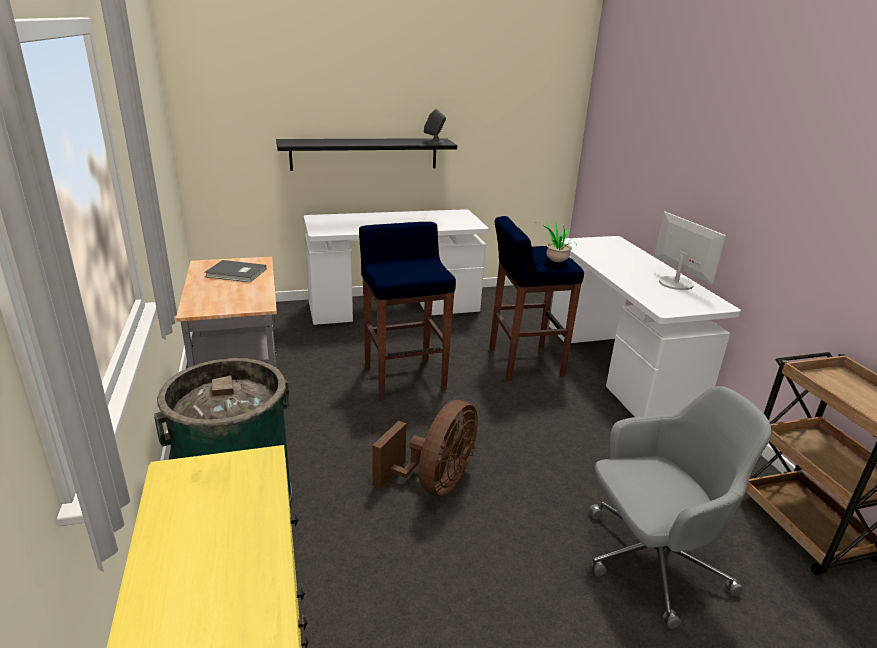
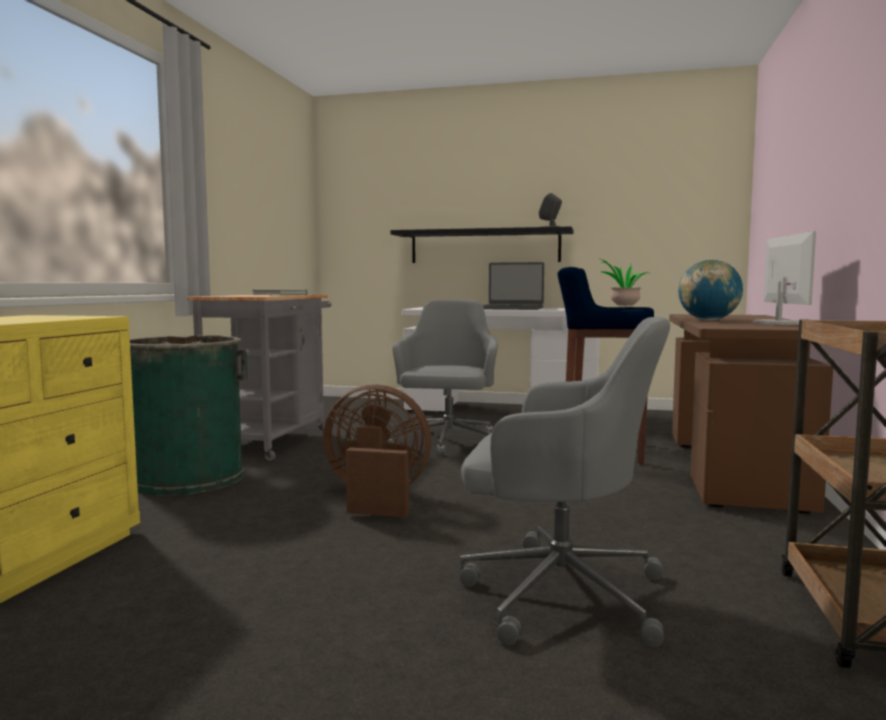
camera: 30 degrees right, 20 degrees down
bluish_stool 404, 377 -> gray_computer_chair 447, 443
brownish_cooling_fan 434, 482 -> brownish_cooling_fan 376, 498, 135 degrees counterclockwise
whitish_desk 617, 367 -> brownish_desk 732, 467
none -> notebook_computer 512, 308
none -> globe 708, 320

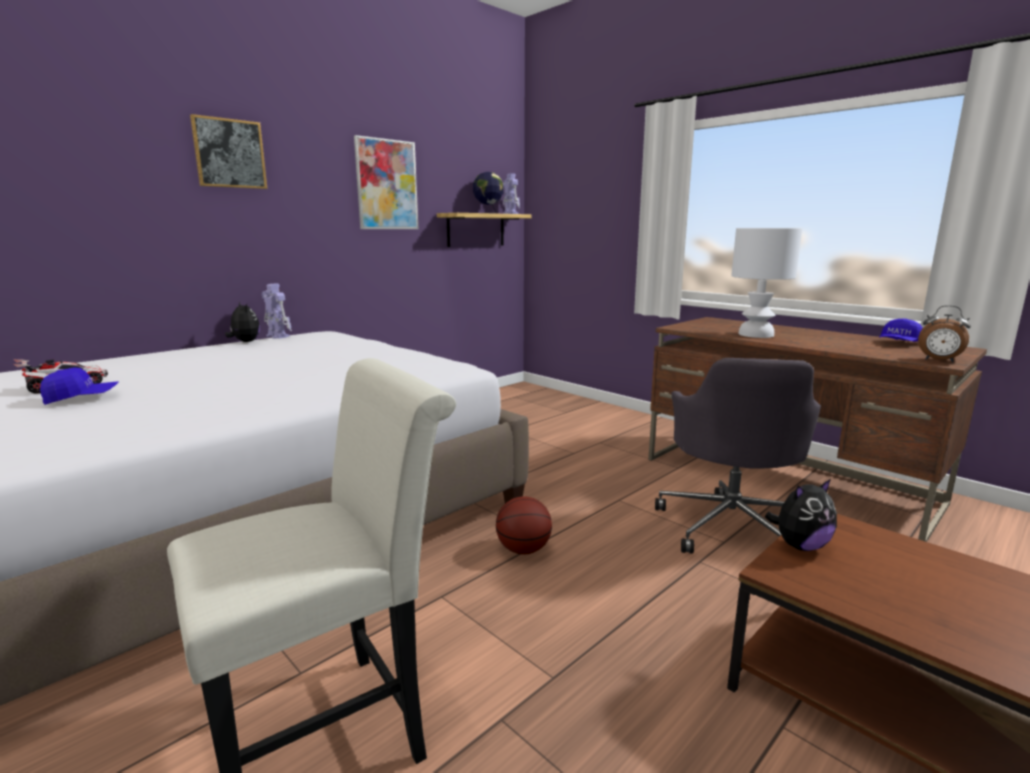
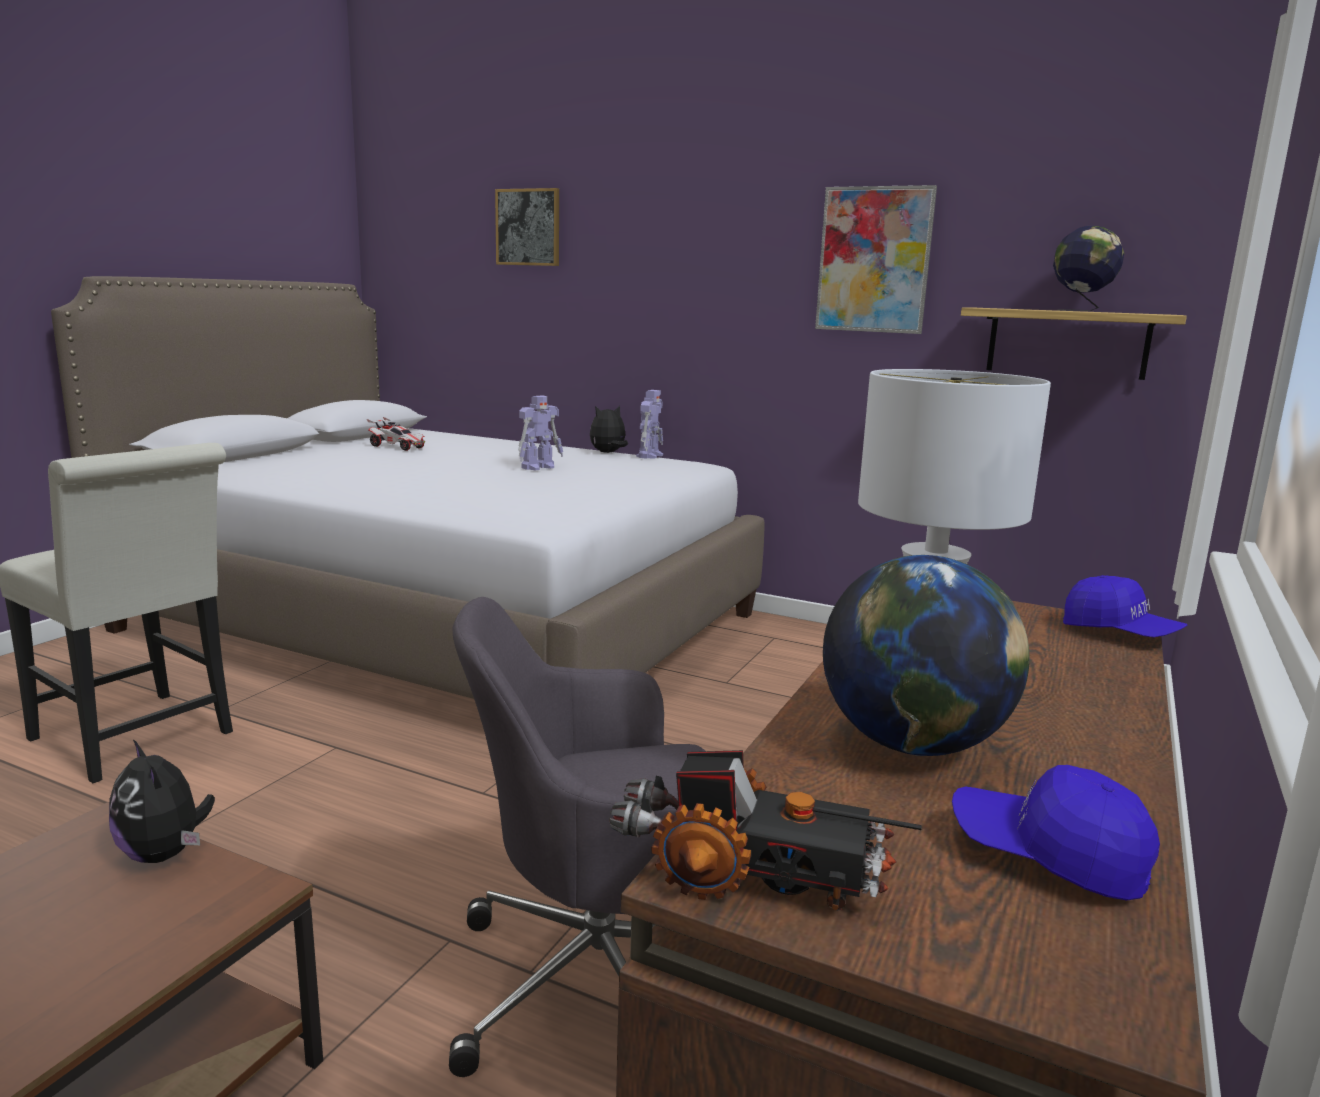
camera: 70 degrees right, 0 degrees up
bluish_baseball_cap 82, 399 -> bluish_baseball_cap 1119, 633, moved
wall_art 229, 153 -> wall_art 528, 227, moved
plush_toy 245, 342 -> plush_toy 608, 453, 150 degrees counterclockwise
basketball 523, 550 -> none
toy_robot 510, 214 -> toy_robot 539, 467, moved
alarm_clock 939, 360 -> model_truck 751, 875
none -> globe 913, 745

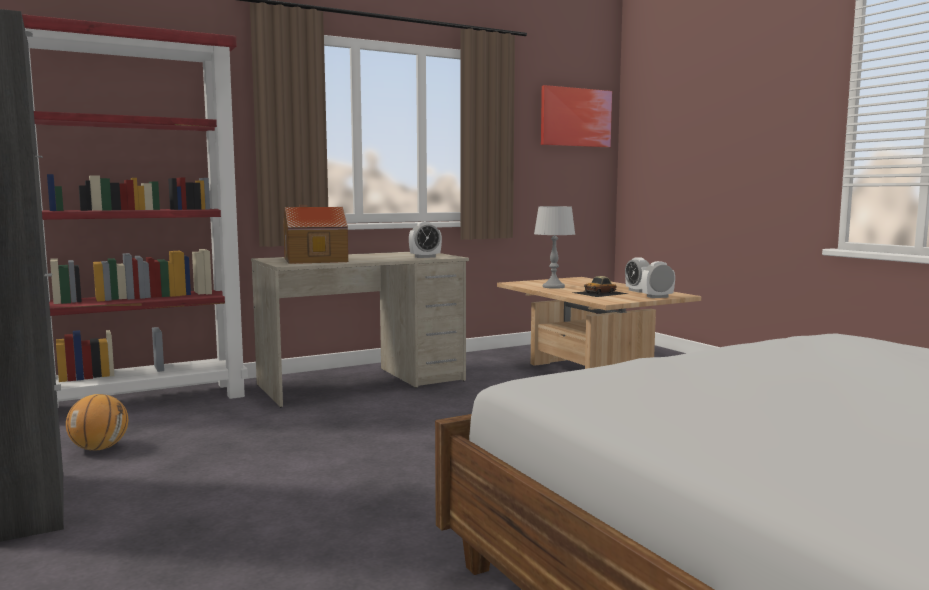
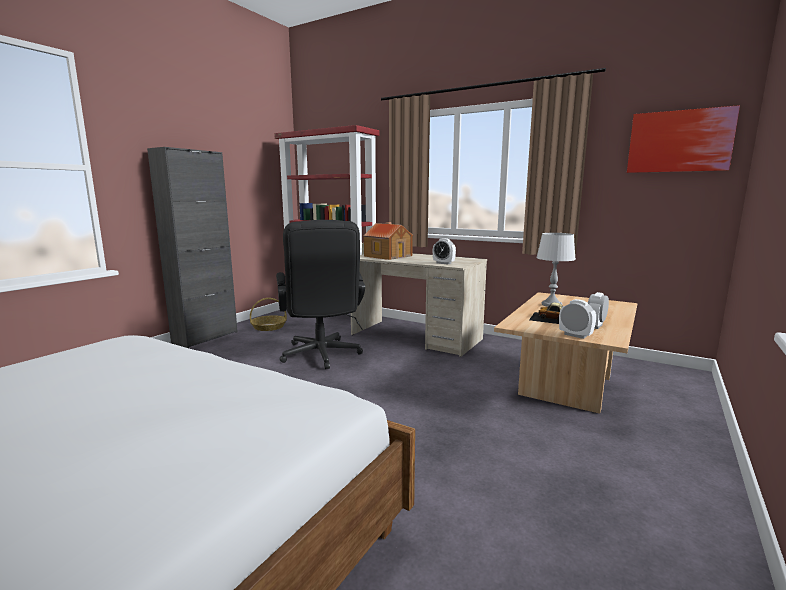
camera: 60 degrees right, 5 degrees up
basketball 99, 448 -> household_basket 269, 327
none -> black-coloured_computer_chair 321, 356

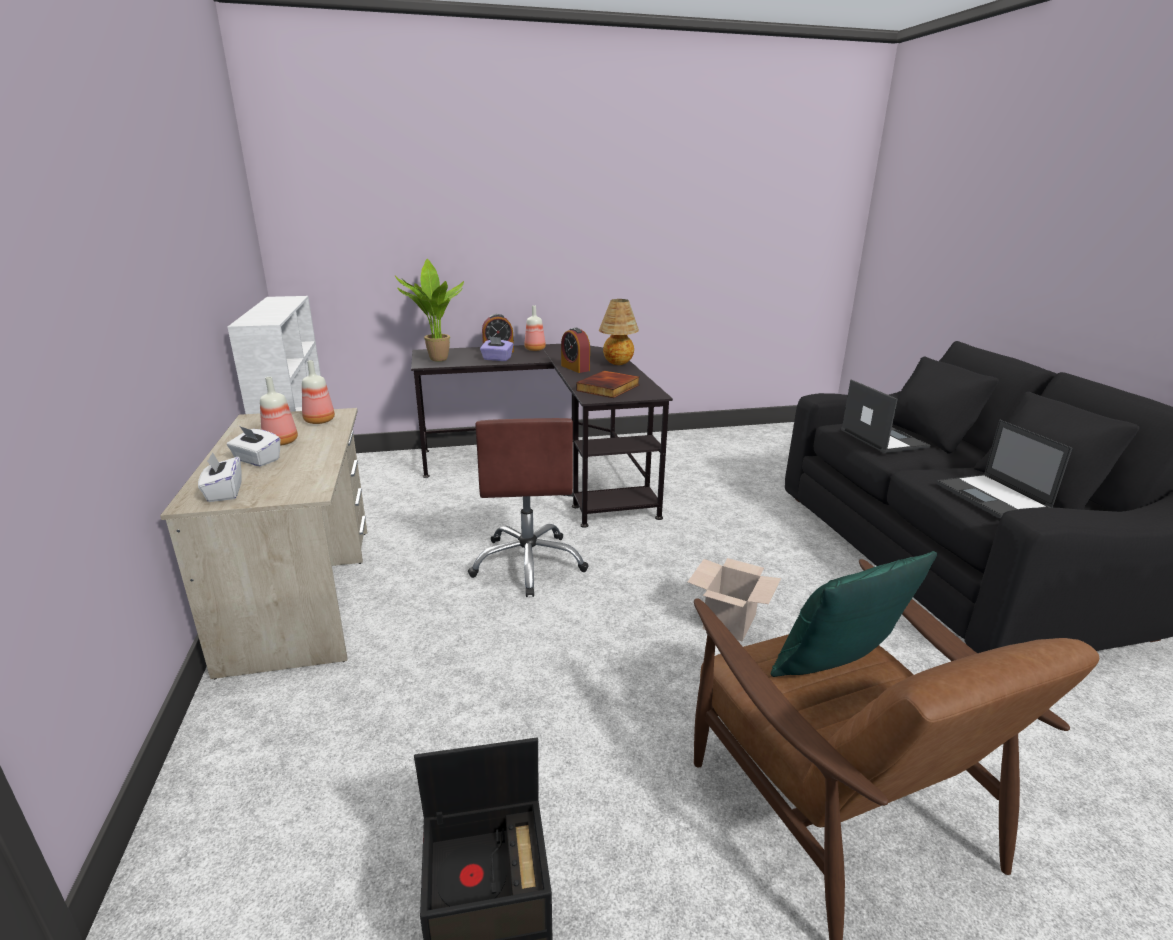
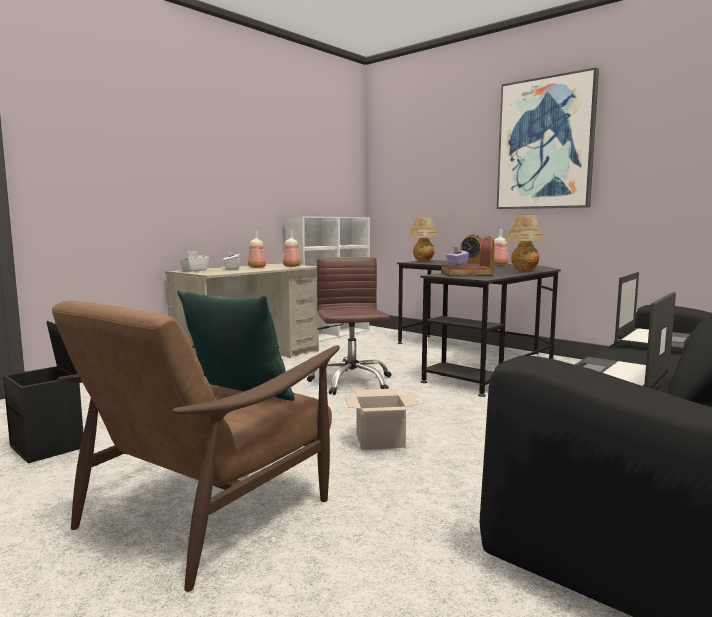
camera: 55 degrees right, 15 degrees down
plant_in_a_pot 435, 359 -> table_lamp 422, 262
brownish_computer_chair 529, 563 -> brownish_computer_chair 351, 382, 120 degrees clockwise
none -> wall_art 545, 144

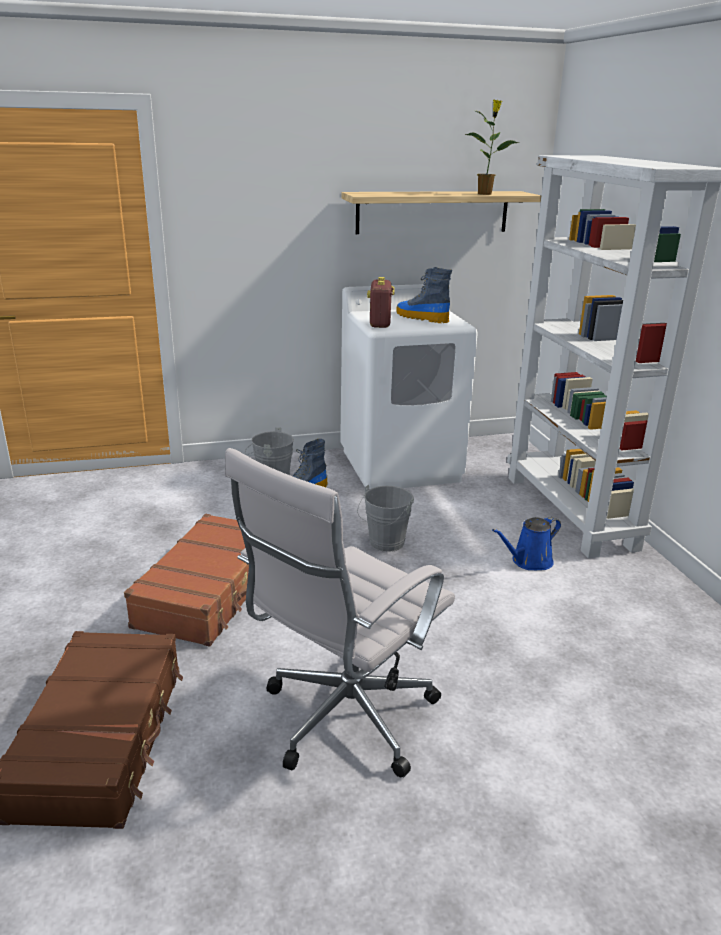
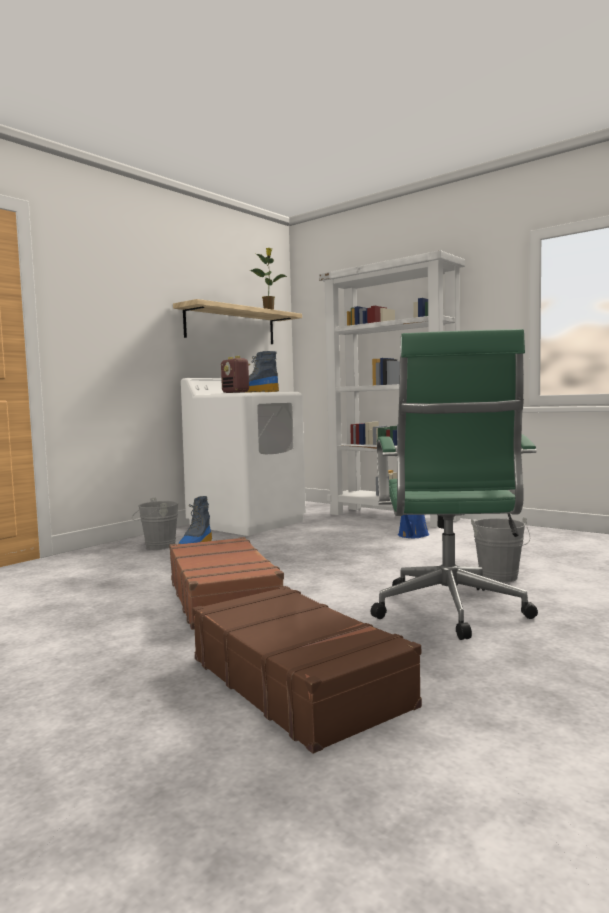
camera: 35 degrees left, 20 degrees down
whitish_computer_chair 343, 720 -> greenish_computer_chair 450, 612
gray_pail 384, 544 -> gray_pail 500, 578, moved

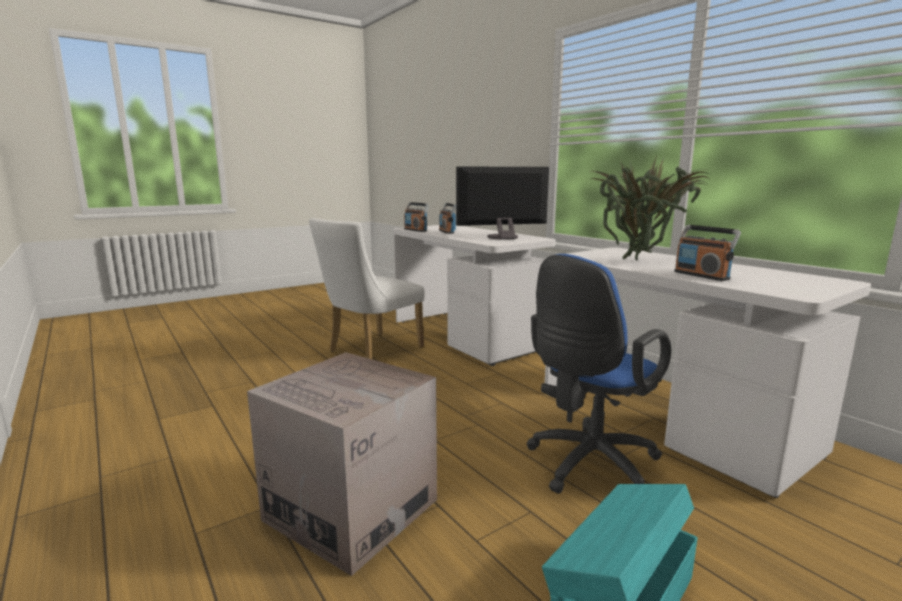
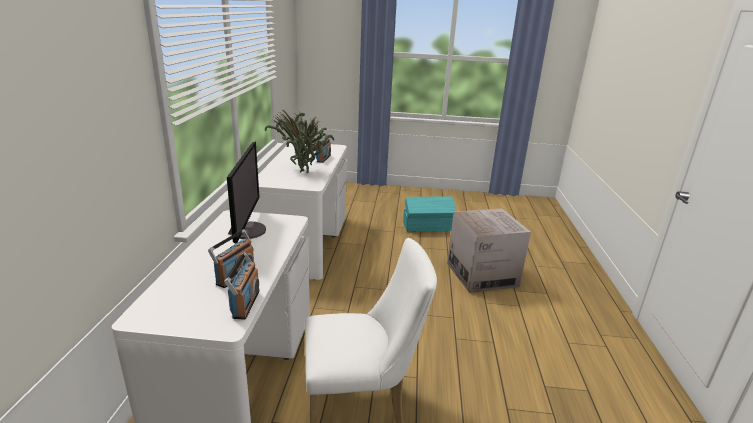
camera: 140 degrees left, 10 degrees up
computer_display 502, 237 -> computer_display 247, 230, 120 degrees counterclockwise
bluish_computer_chair 588, 466 -> none

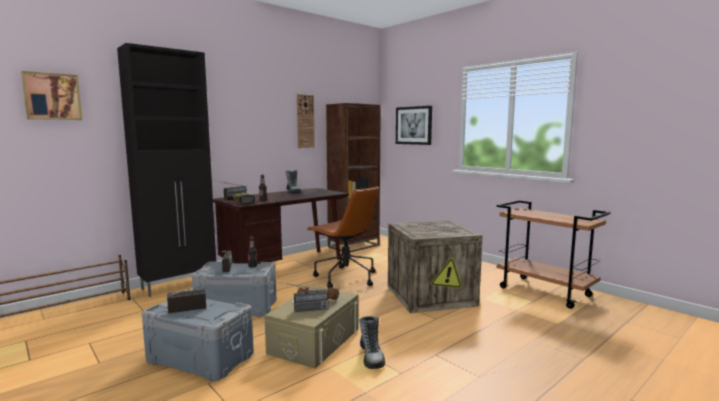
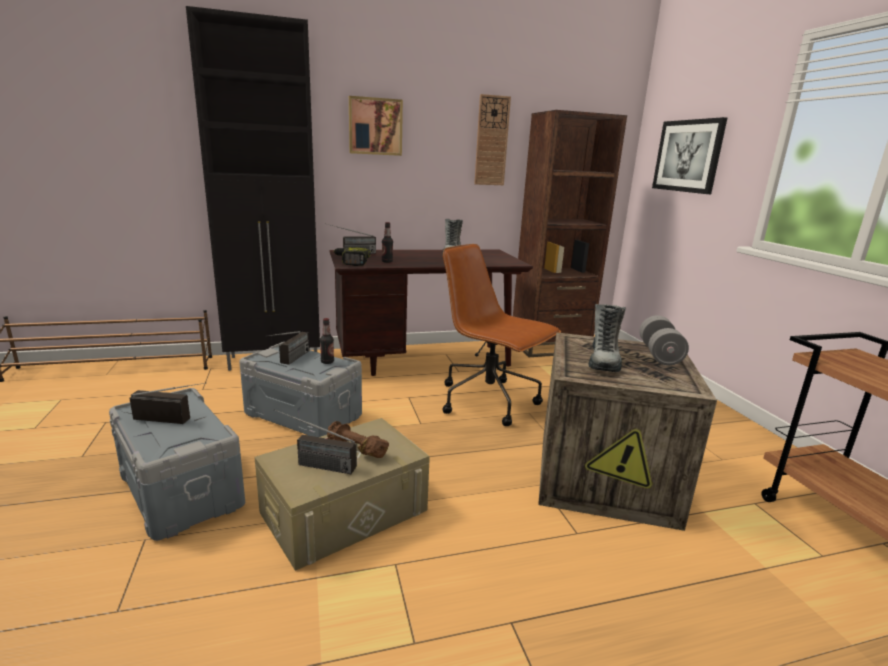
camera: 25 degrees right, 10 degrees up
wall_art 52, 96 -> wall_art 375, 126, moved
brownish_computer_chair 345, 277 -> brownish_computer_chair 489, 401, 150 degrees clockwise
high-top_boot 371, 357 -> high-top_boot 603, 360, moved
none -> gray_free_weight 659, 354

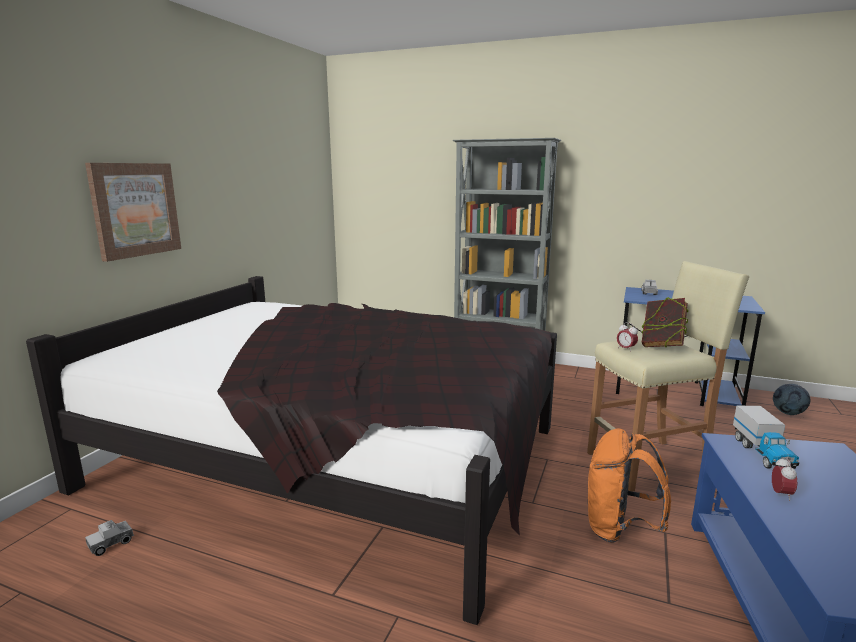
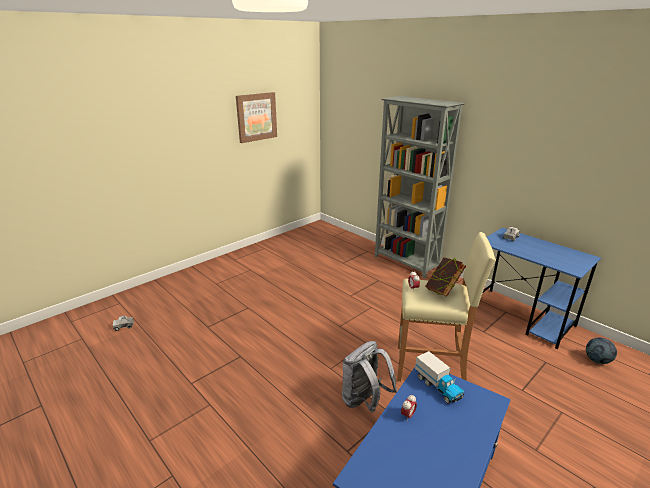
camera: 25 degrees right, 10 degrees up
black-coloured_sleeping_bed 336, 456 -> none
wall_art 135, 209 -> wall_art 256, 117, moved
orange-coloured_knapsack 619, 529 -> gray_knapsack 364, 401
model_truck 762, 453 -> model_truck 438, 386, 60 degrees counterclockwise

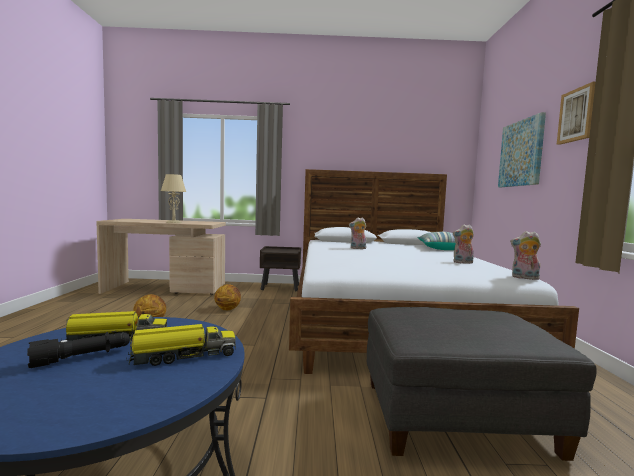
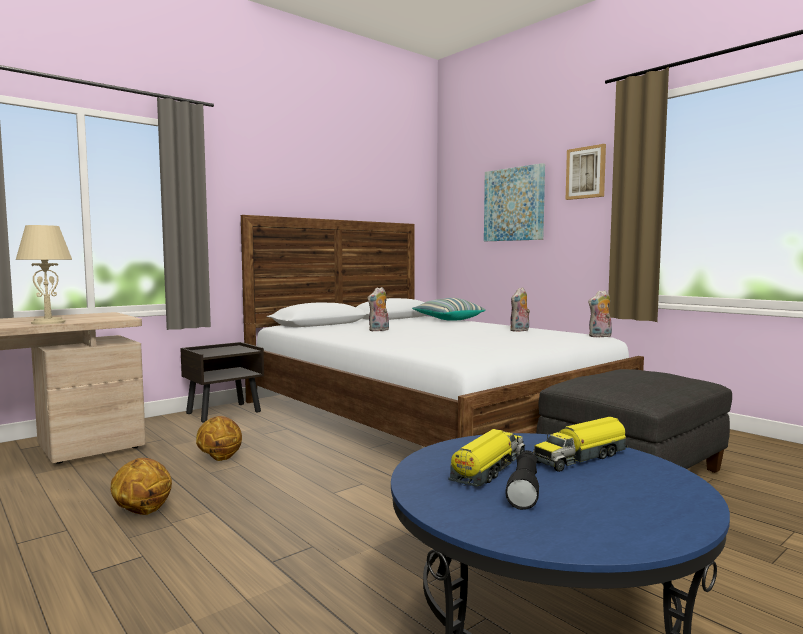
camera: 40 degrees left, 0 degrees up
model_truck 183, 356 -> model_truck 581, 457, 150 degrees counterclockwise

